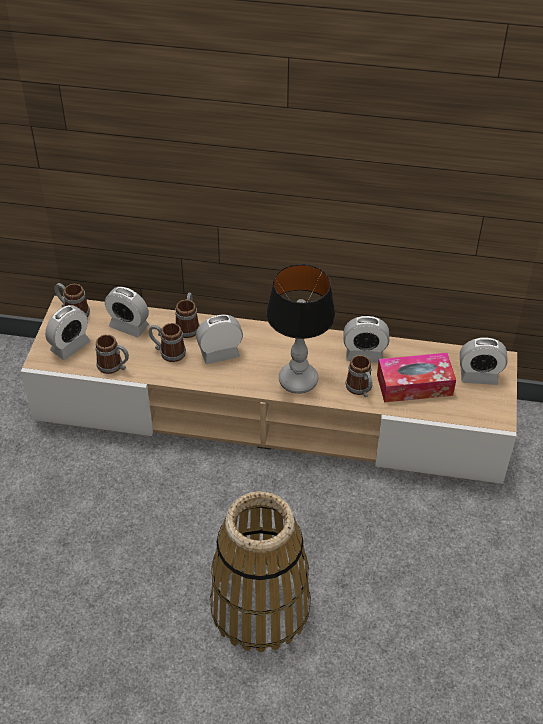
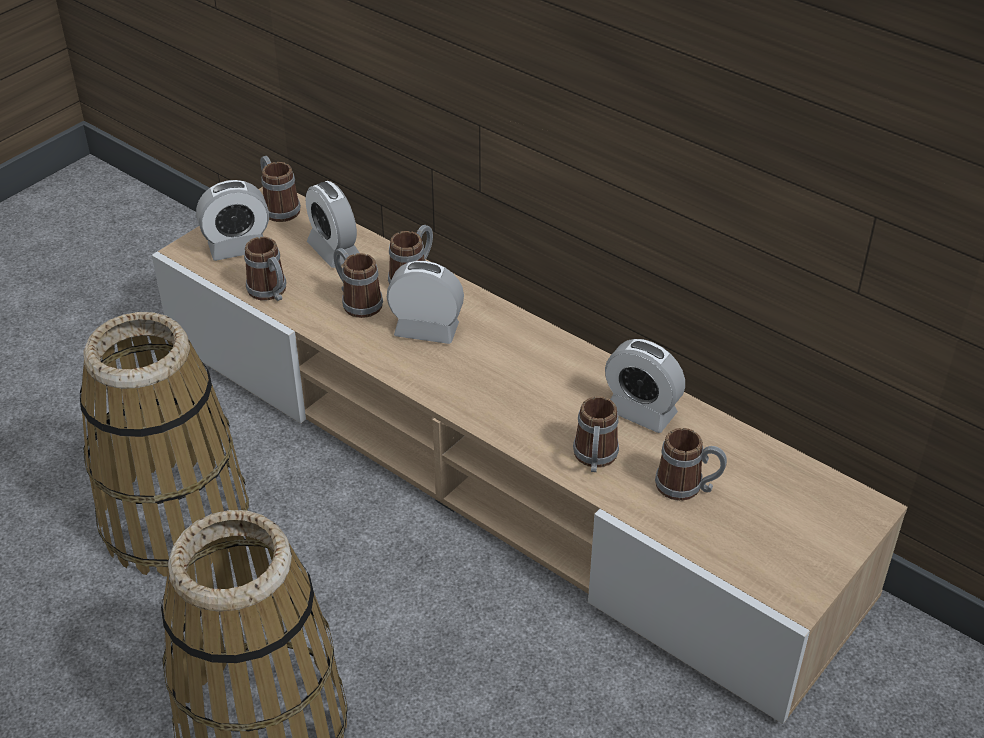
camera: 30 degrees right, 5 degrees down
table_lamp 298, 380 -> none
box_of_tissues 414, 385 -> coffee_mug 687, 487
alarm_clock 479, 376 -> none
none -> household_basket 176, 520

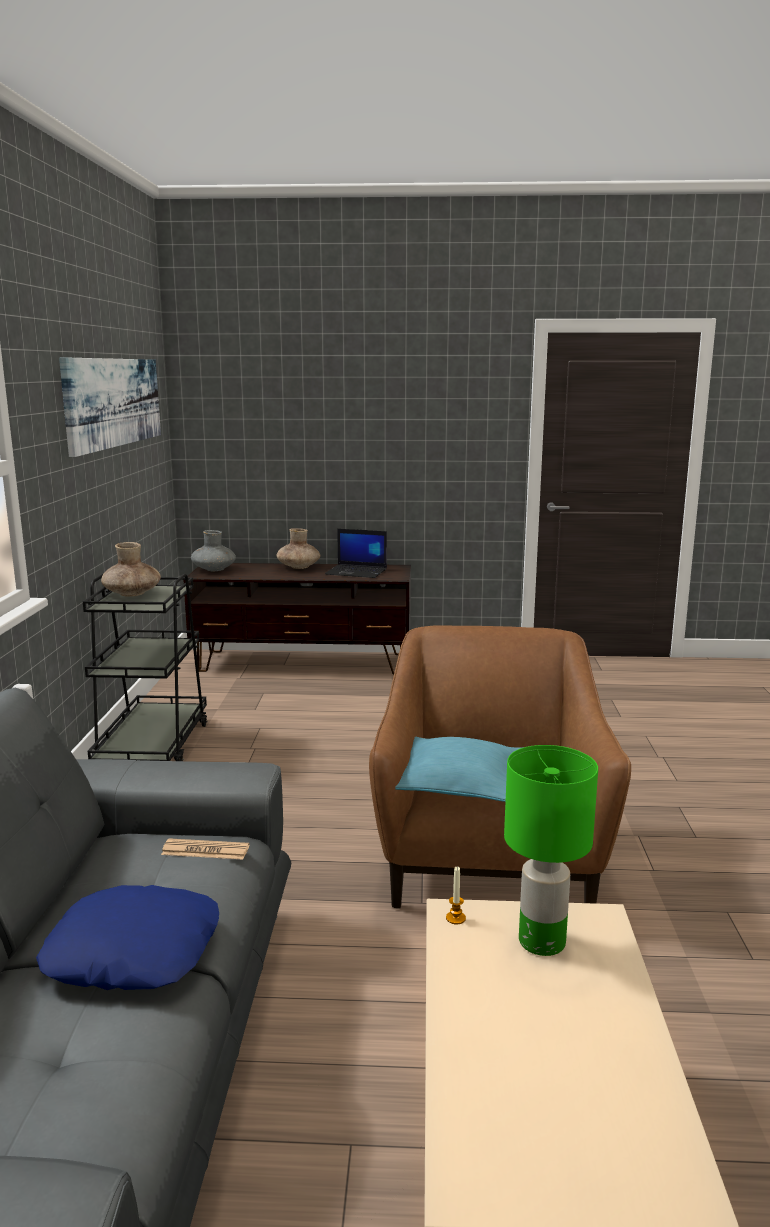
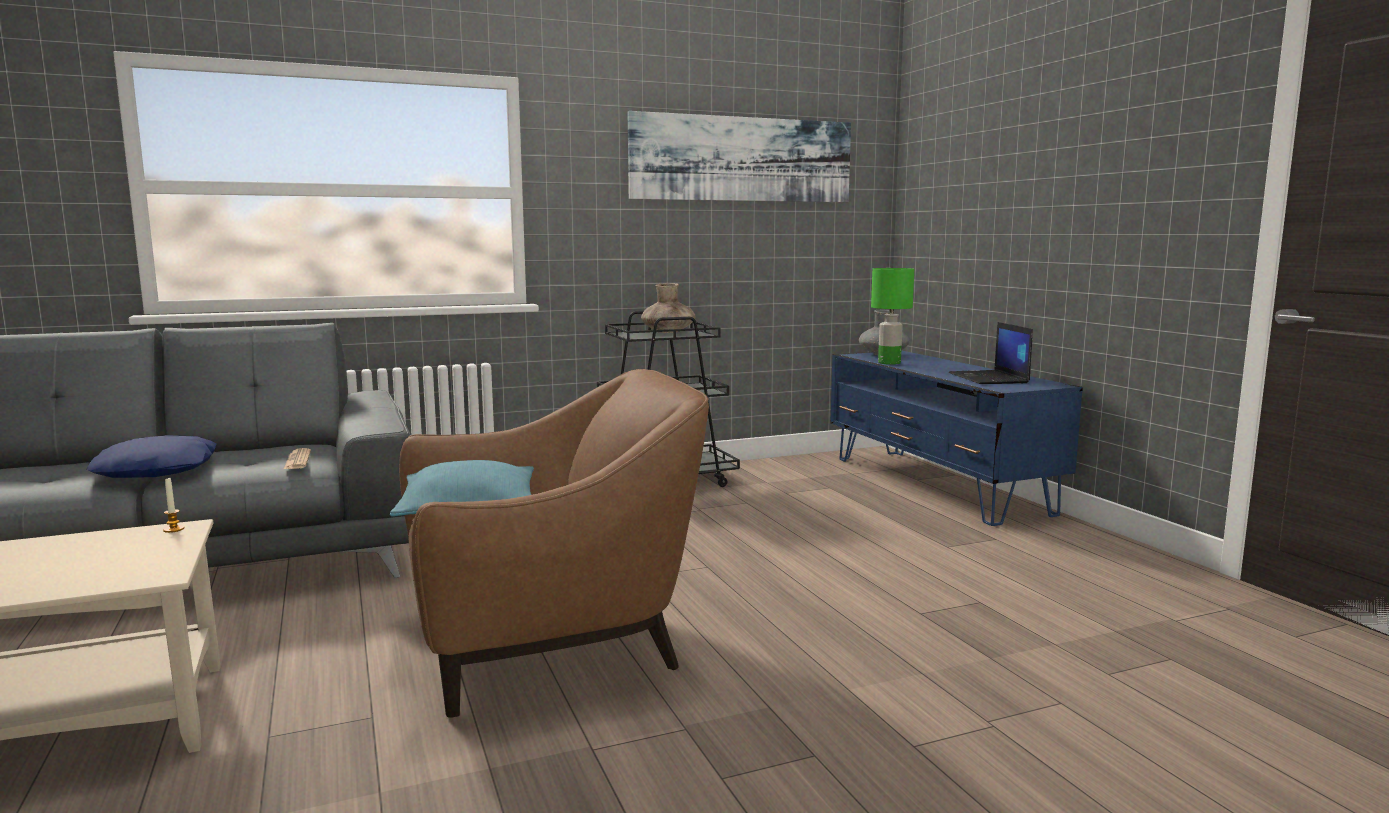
camera: 65 degrees right, 5 degrees down
brownish_tv_unit 304, 663 -> bluish_tv_unit 936, 485
brownish_vase 298, 567 -> none
greenish_table_lamp 543, 942 -> greenish_table_lamp 889, 363, moved

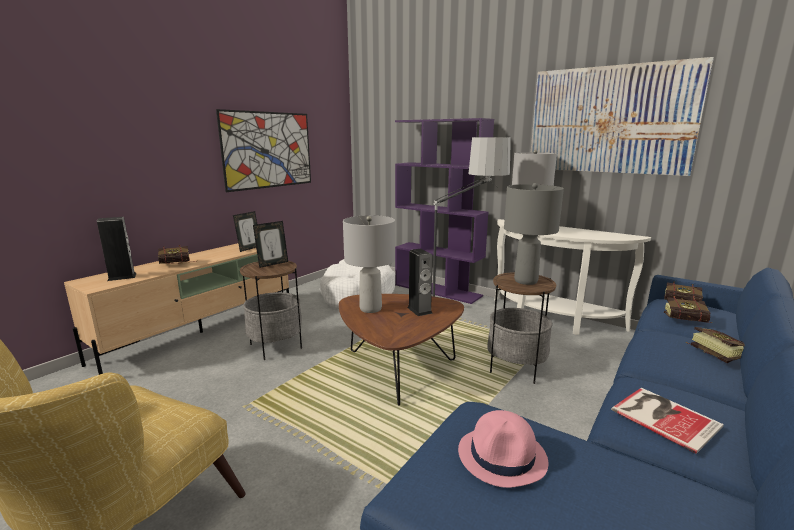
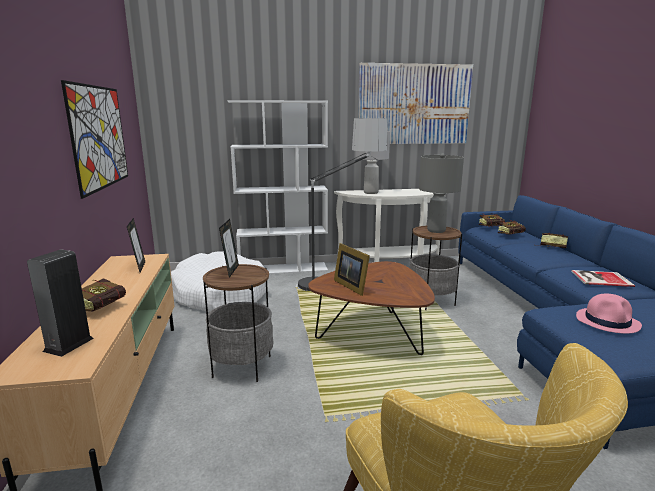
camera: 45 degrees left, 0 degrees up
gray_table_lamp 371, 309 -> standing_frame 351, 286
purple_bookshelf 438, 290 -> whitish_bookshelf 283, 269
audio_speaker 419, 310 -> none

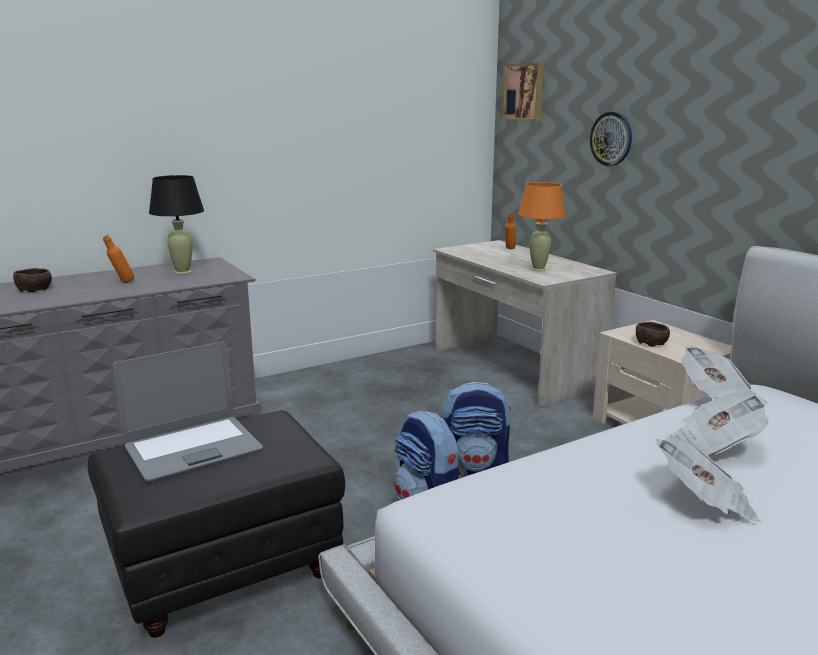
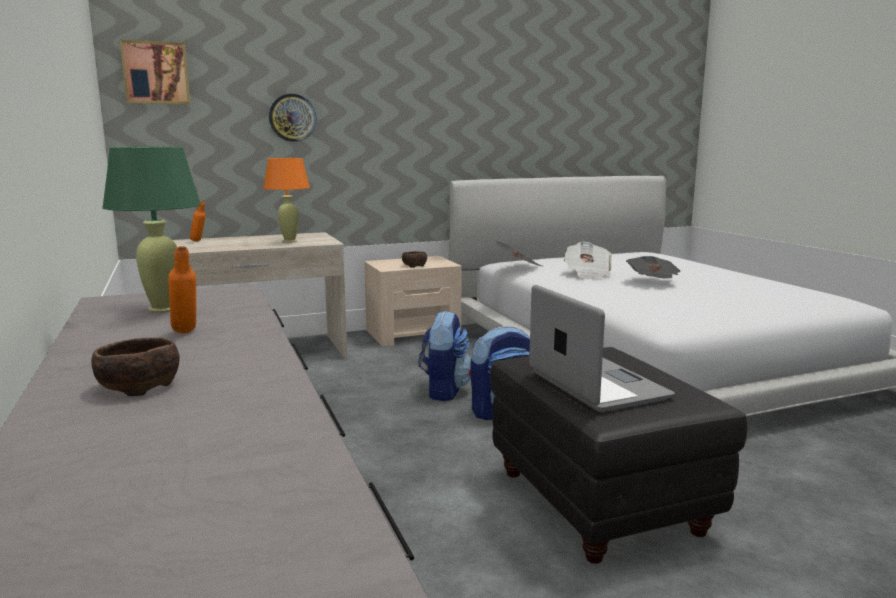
camera: 80 degrees left, 5 degrees down
black-coloured_table_lamp 183, 272 -> greenish_table_lamp 163, 309

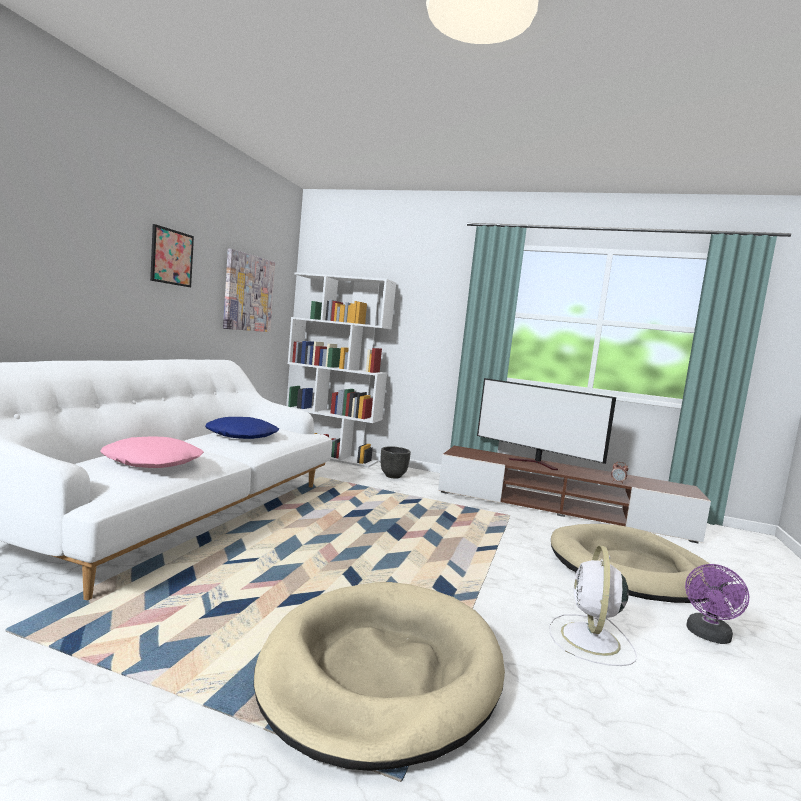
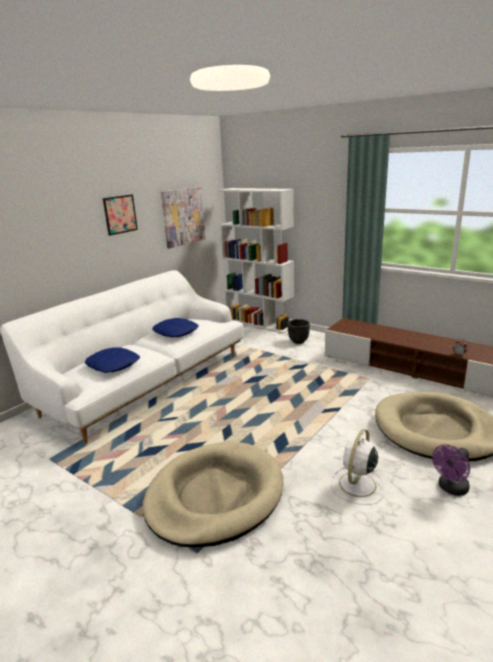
camera: 20 degrees right, 15 degrees up
pink-coloured_throw_pillow 153, 462 -> bluish_throw_pillow 113, 365
TV_set 536, 464 -> none

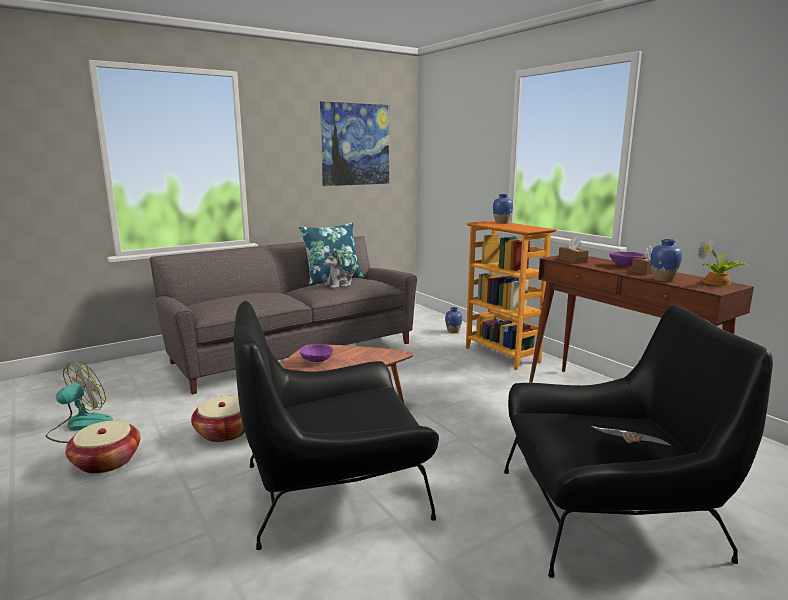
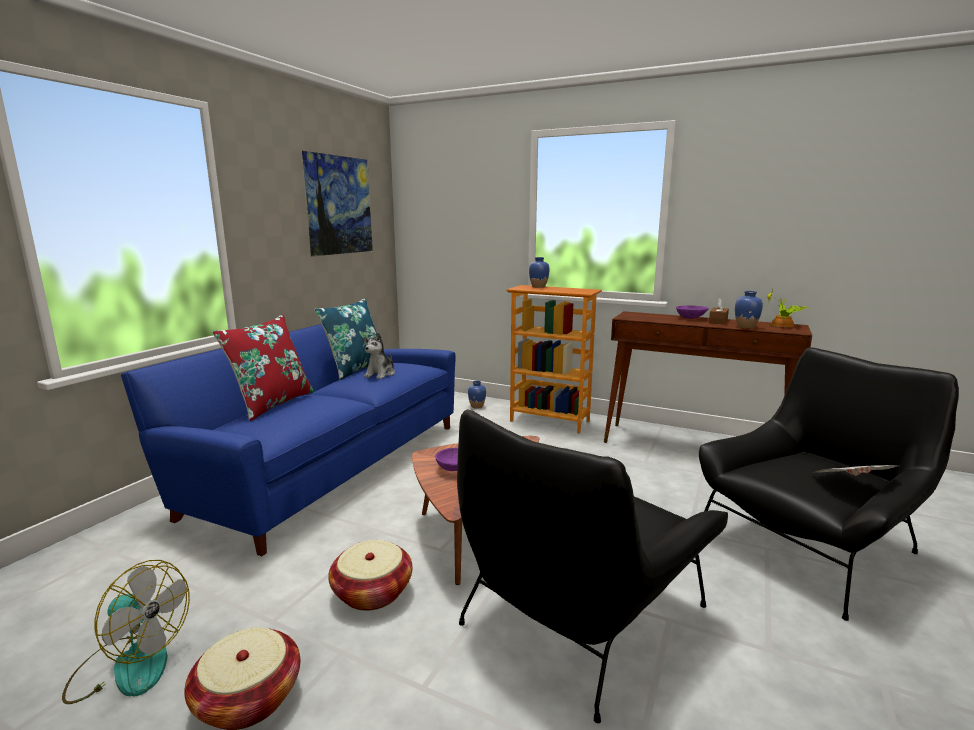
camera: 30 degrees left, 0 degrees up
cooling_fan 79, 427 -> cooling_fan 130, 664, 105 degrees clockwise
gray_sofa 292, 351 -> bluish_sofa 328, 465
brownish_box_of_tissues 572, 260 -> none
none -> reddish_throw_pillow 272, 404

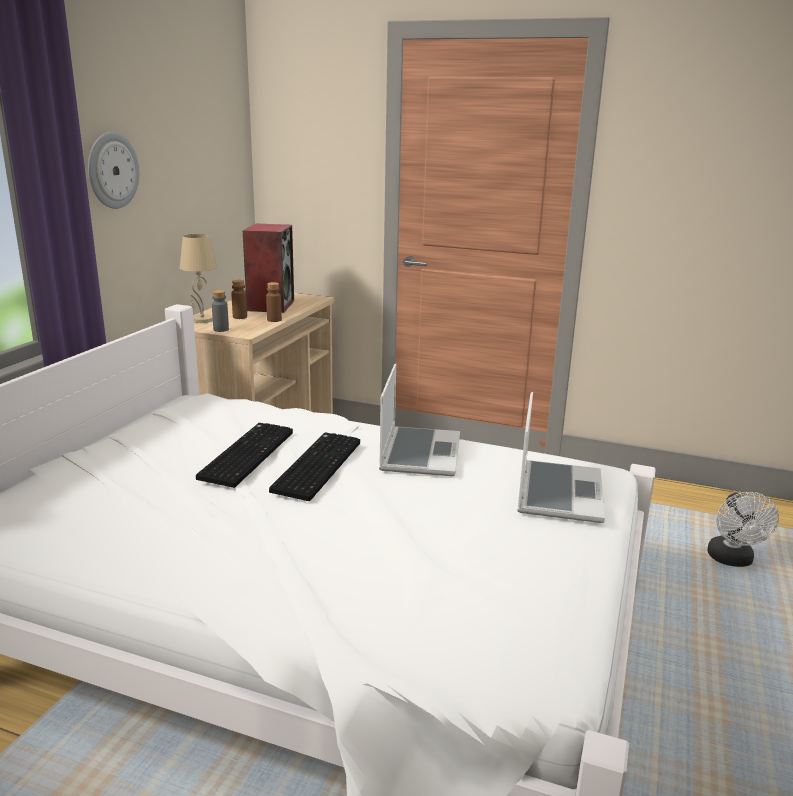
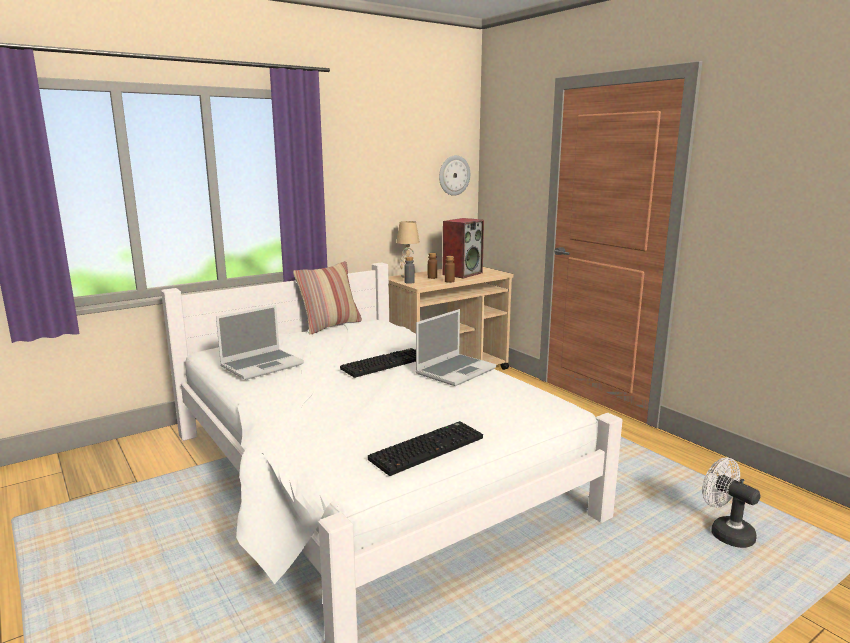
camera: 35 degrees right, 5 degrees down
wall_clock 112, 170 -> wall_clock 454, 175, moved
keyboard 246, 454 -> keyboard 427, 448, moved
notebook_computer 557, 492 -> notebook_computer 262, 365, moved
whitish_cooling_fan 732, 560 -> whitish_cooling_fan 725, 532, 105 degrees clockwise
none -> throw_pillow 330, 326

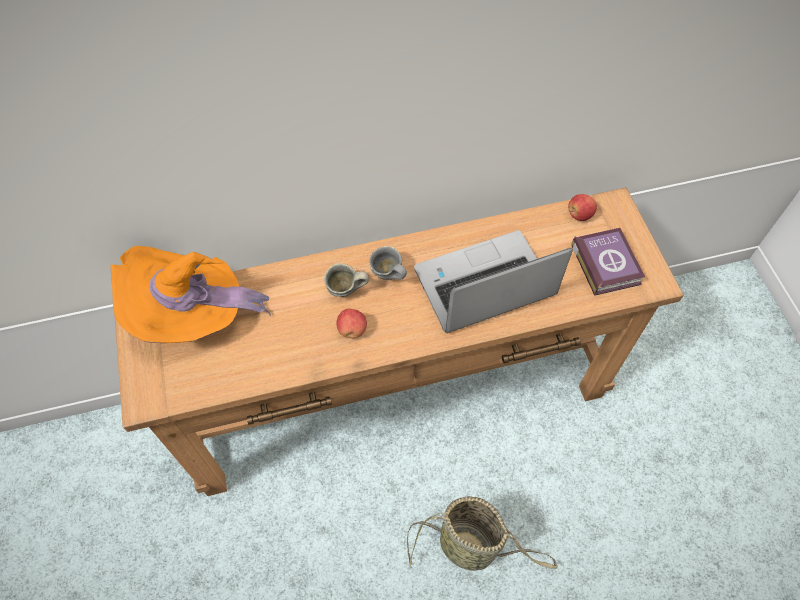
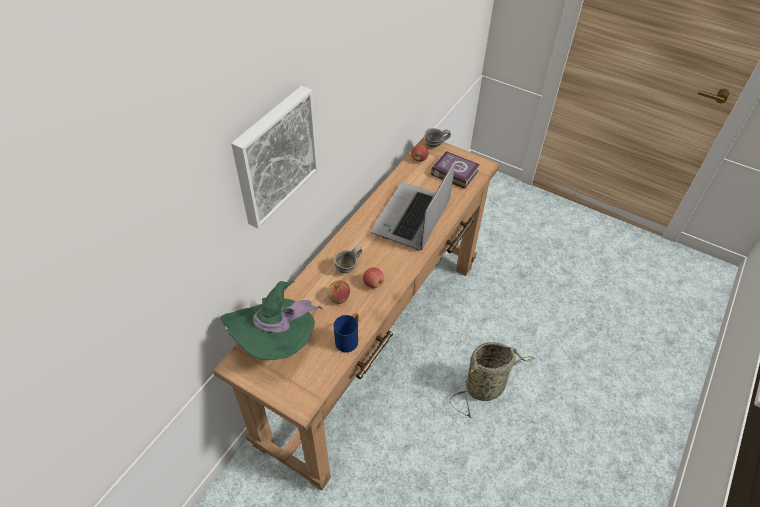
camera: 45 degrees left, 10 degrees down
orange-coloured_hat 193, 315 -> greenish_hat 277, 341
gray_coffee_mug 387, 276 -> gray_coffee_mug 435, 146, moved
none -> wall_art 274, 156
none -> apple 339, 298
none -> bluish_coffee_mug 349, 339

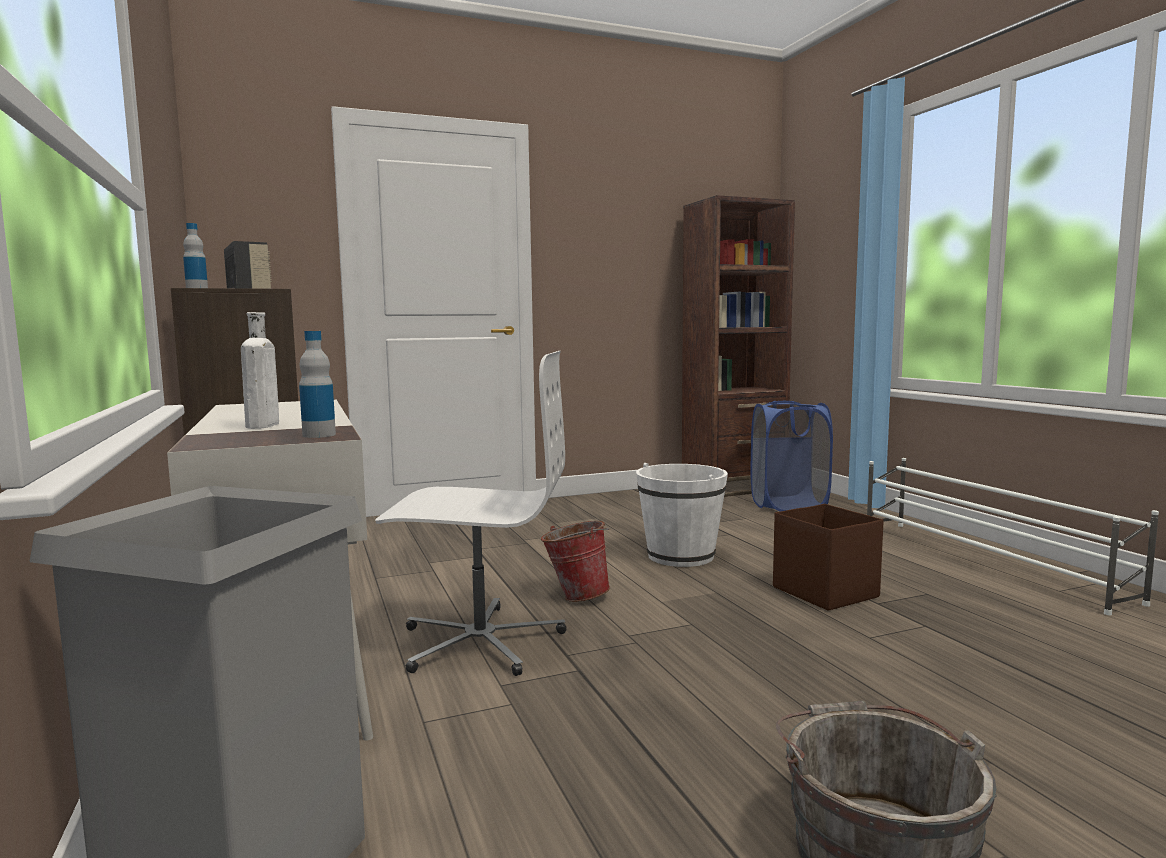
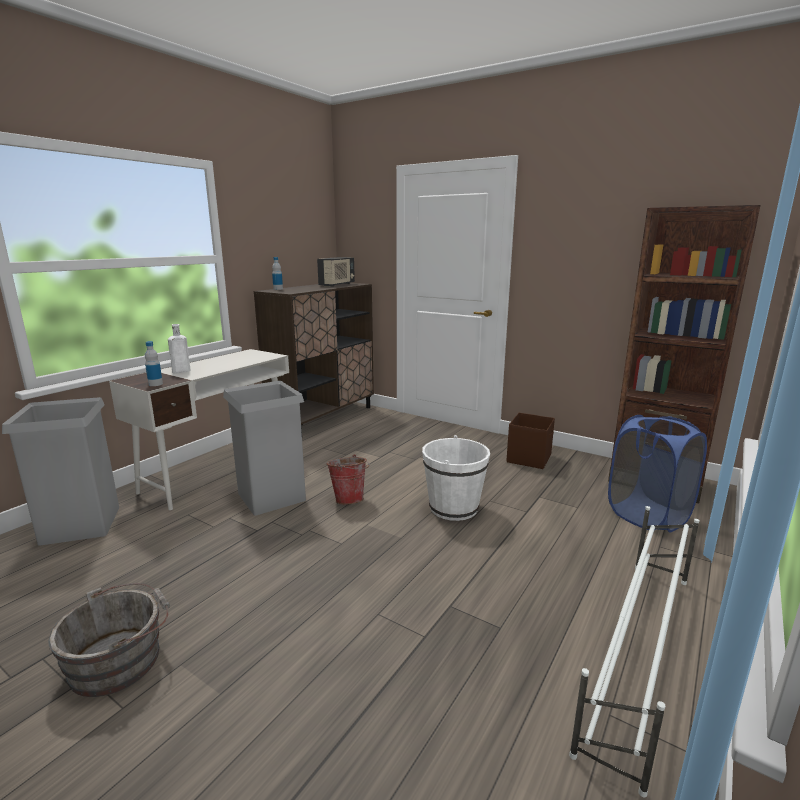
camera: 55 degrees right, 10 degrees up
whitish_computer_chair 480, 641 -> gray_trash_can 271, 496
brownish_storage_container 824, 591 -> brownish_storage_container 529, 458, moved

